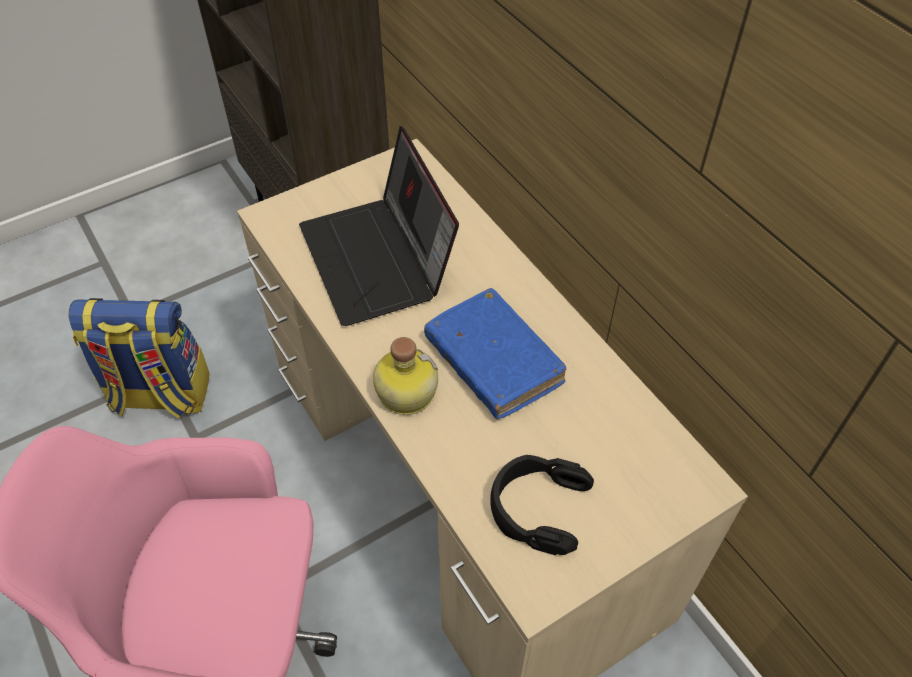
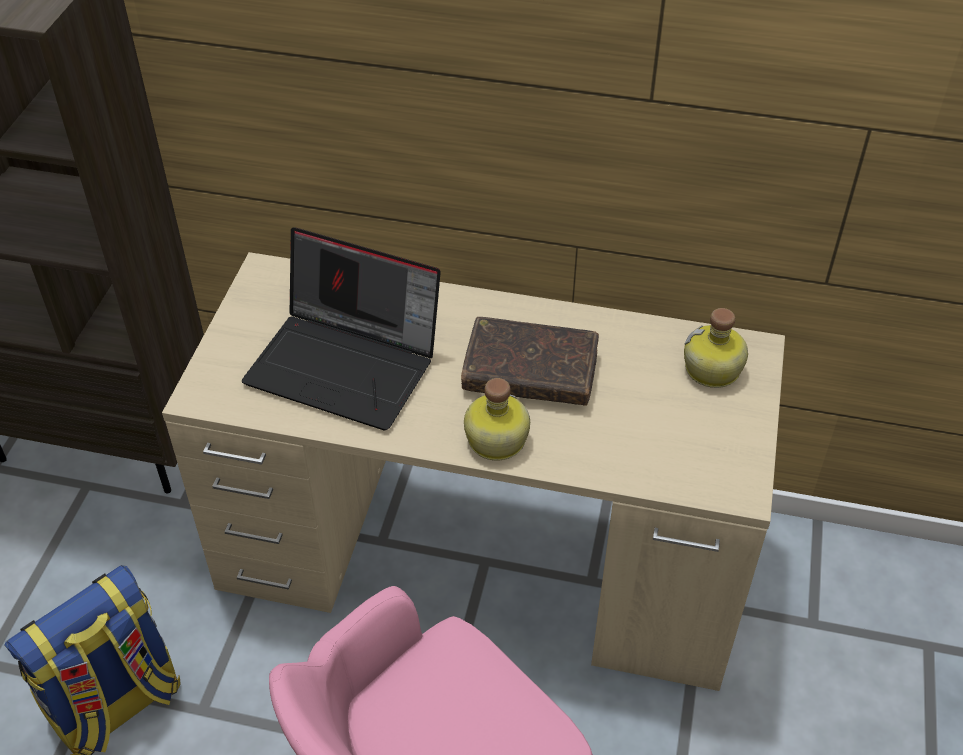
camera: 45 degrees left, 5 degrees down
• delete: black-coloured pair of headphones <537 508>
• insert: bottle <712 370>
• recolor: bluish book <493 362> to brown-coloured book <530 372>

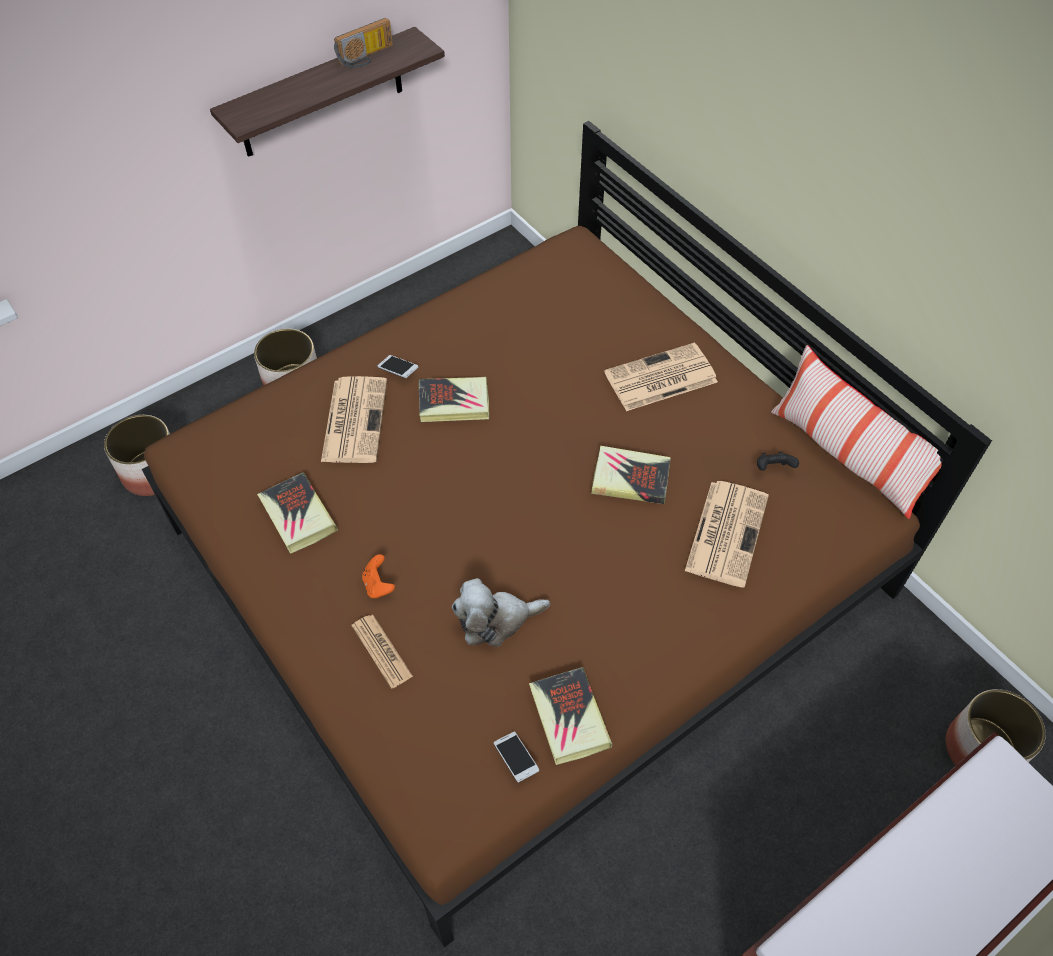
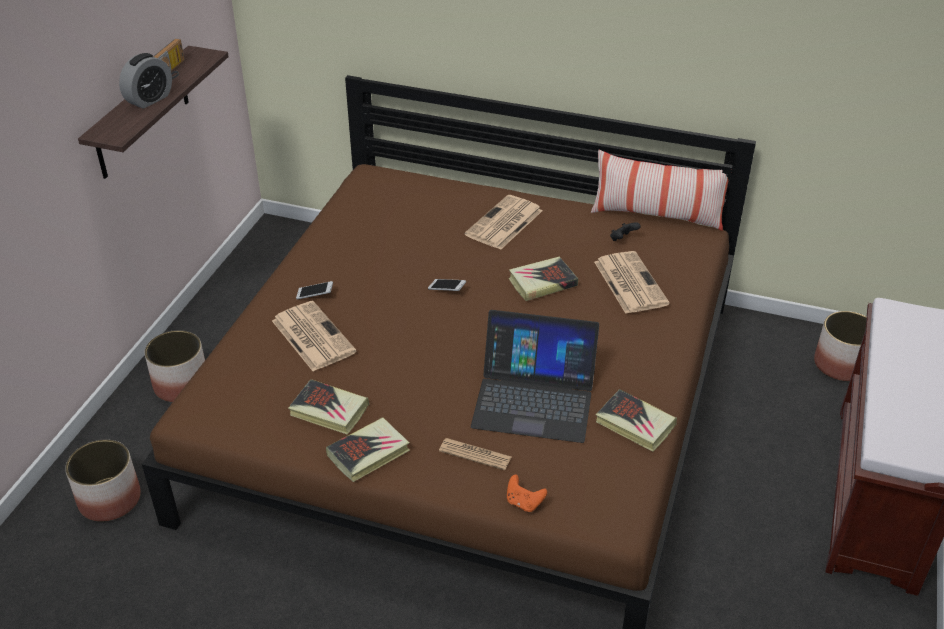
camera: 35 degrees left, 15 degrees down
• insert: bedside clock <149 99>
• move: orange joypad <378 585> to <524 503>
• move: book <454 403> to <368 453>
• move: phone <516 759> to <447 289>
• replace: plush toy <496 620> to portable computer <534 398>

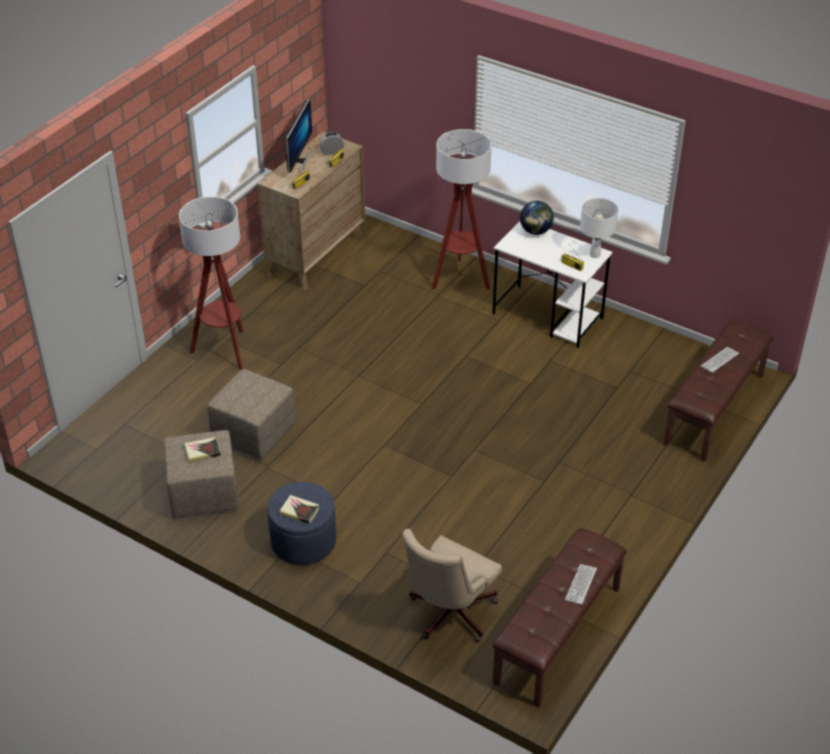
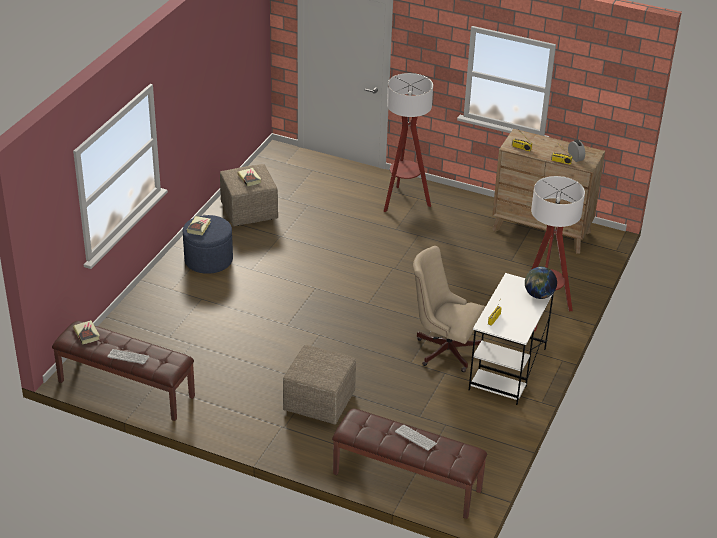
camera: 80 degrees right, 5 degrees down
• delete: computer display <299 160>
• delete: white-coloured tabletop lamp <595 254>
• insert: book <86 334>
• move: sand-coloured ottoman <254 434> to <318 402>
• move: sand-coloured computer chair <448 615> to <444 349>

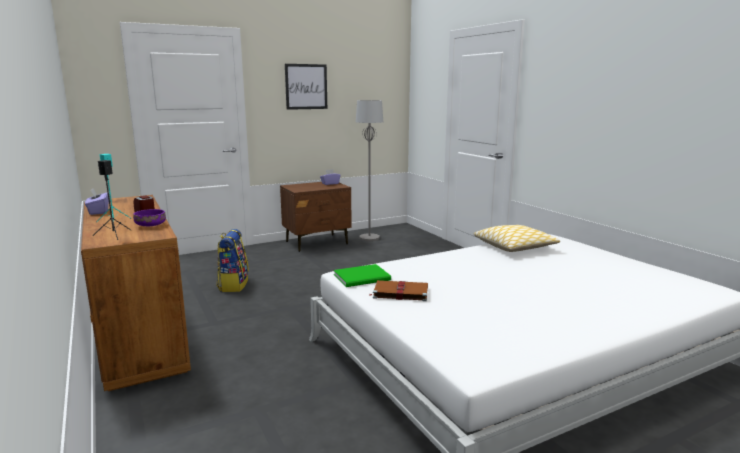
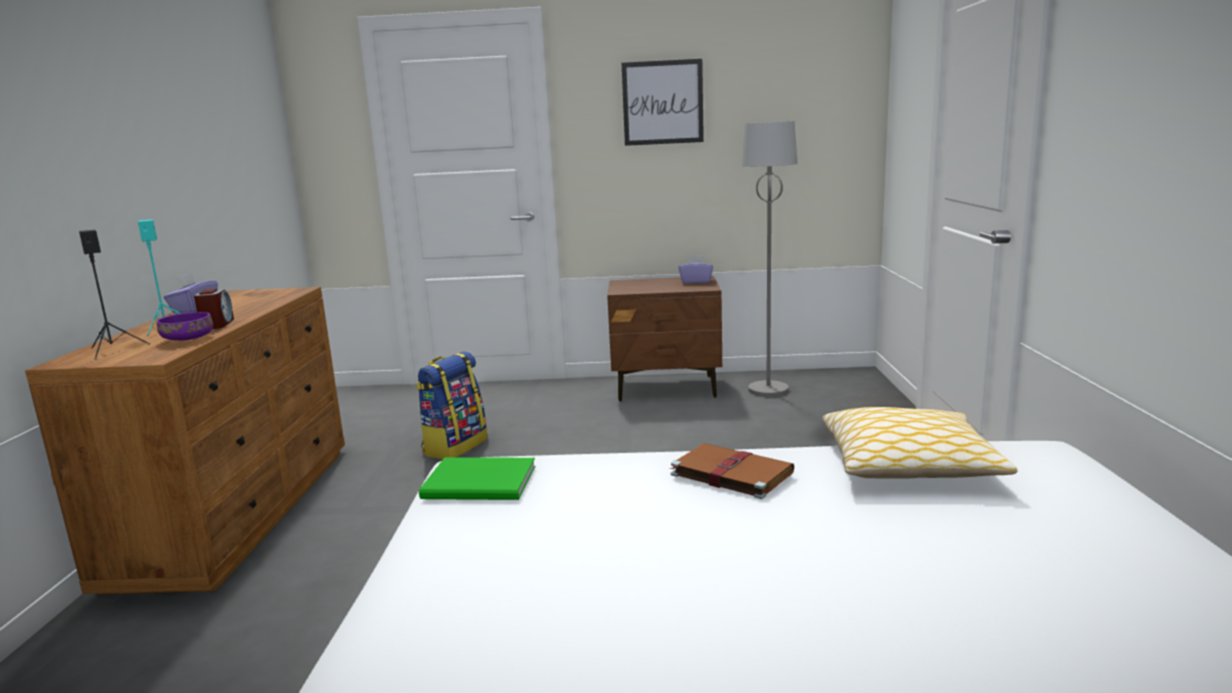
camera: 30 degrees right, 0 degrees up
• move: brown-coloured book <399 292> to <729 473>

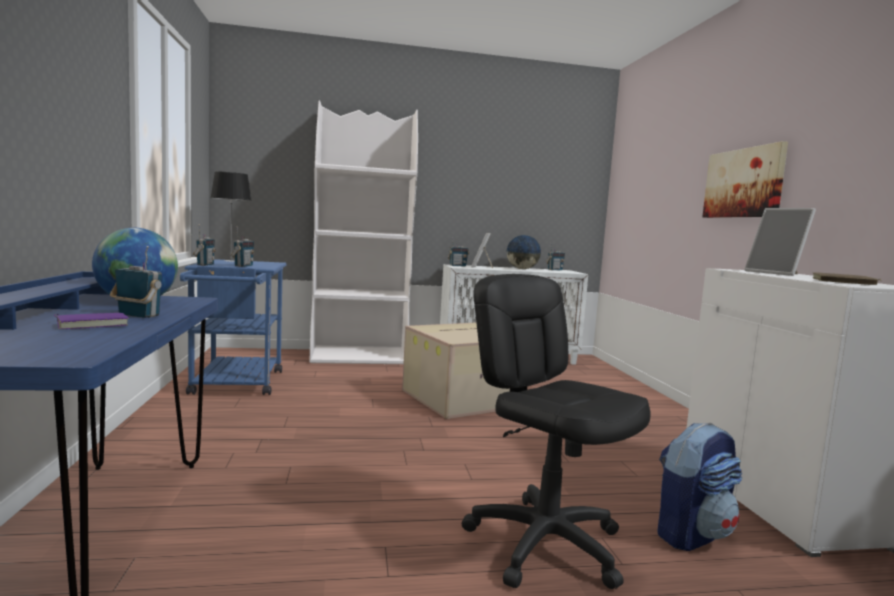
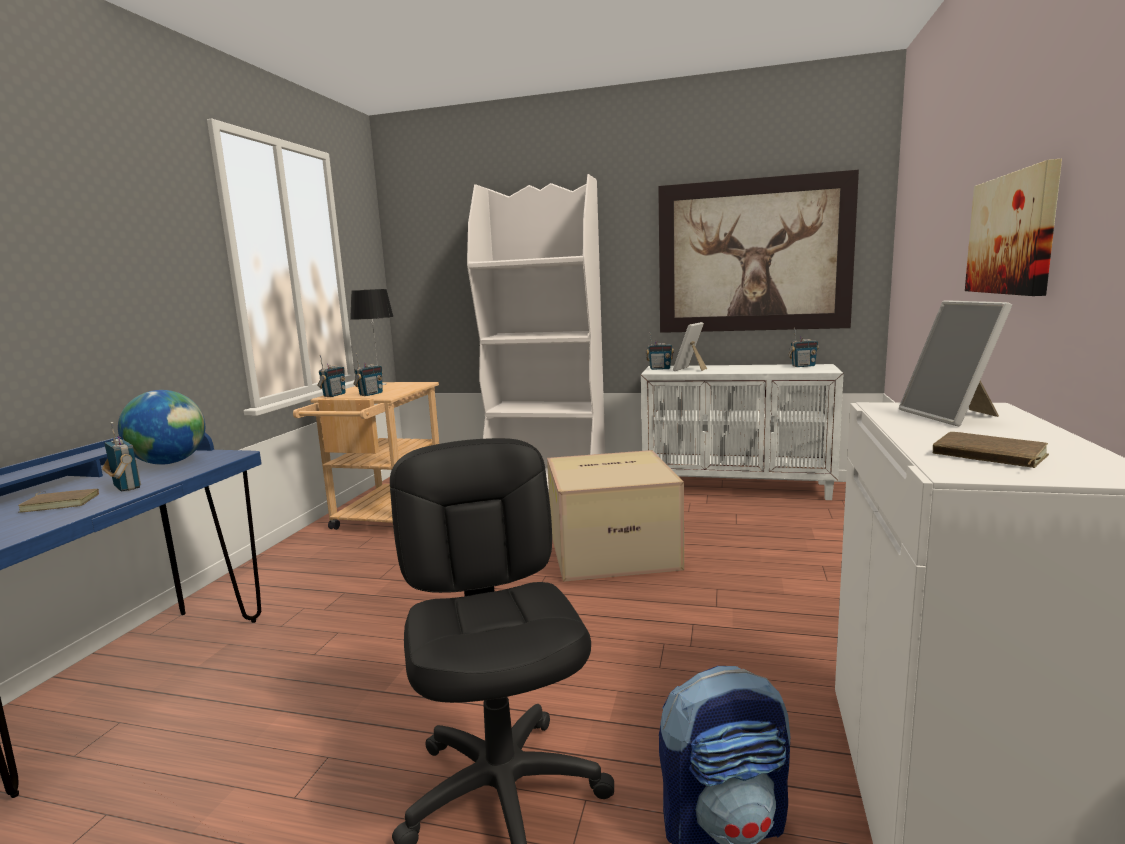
camera: 25 degrees right, 5 degrees up
• delete: globe <522 269>
• insert: wall art <753 256>
• recolor: purple book <93 324> to brown-coloured book <62 503>
• recolor: bluish cart <236 385> to sand-coloured cart <384 519>

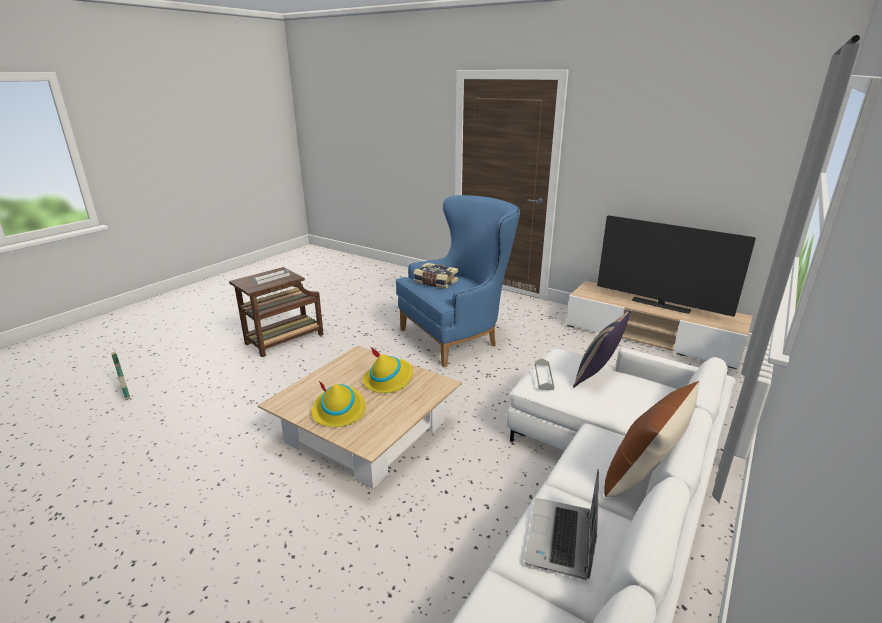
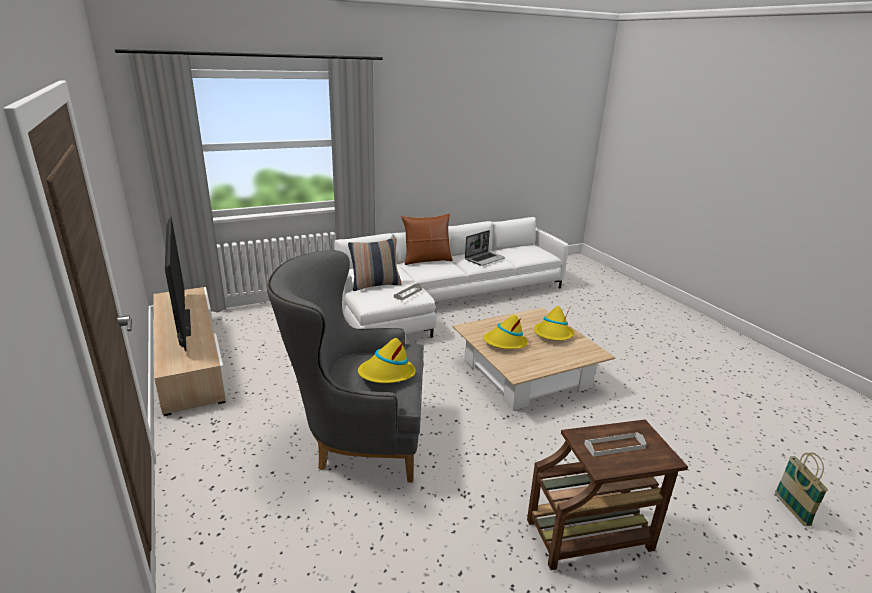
camera: 150 degrees left, 0 degrees up
• replace: book <435 282> to yellow wearable hat <386 374>
• recolor: bluish easy chair <458 337> to gray easy chair <357 437>

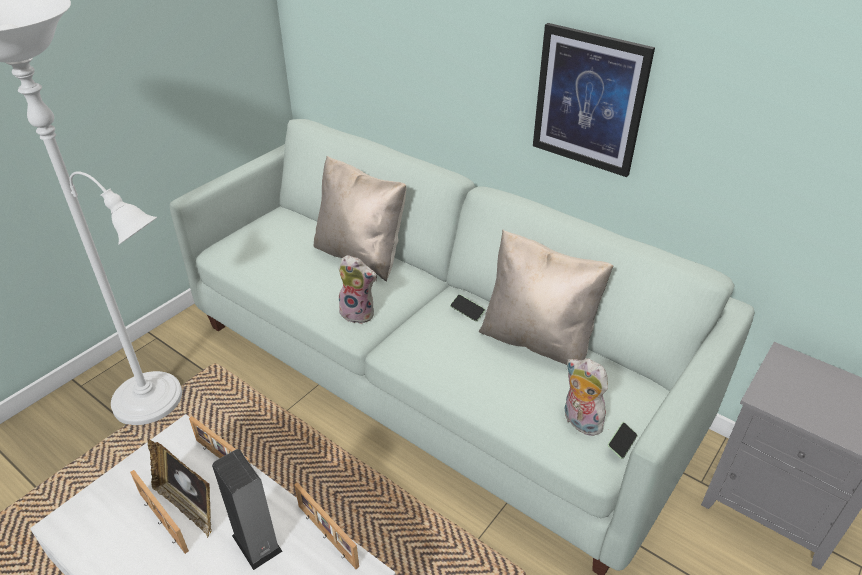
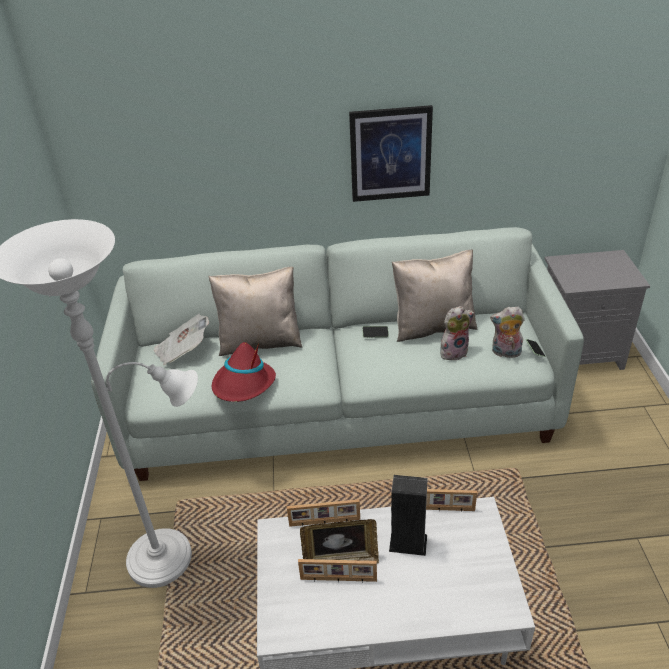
camera: 40 degrees left, 0 degrees up
• insert: newspaper <183 351>
• insert: red-coloured wearable hat <243 384>
• move: plush toy <359 313> to <454 351>

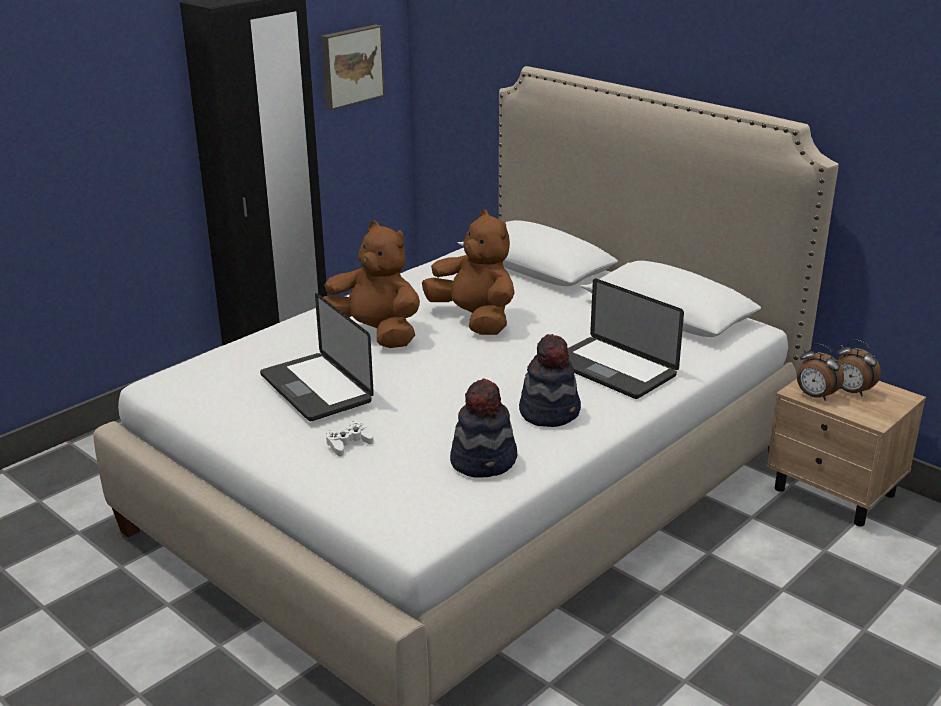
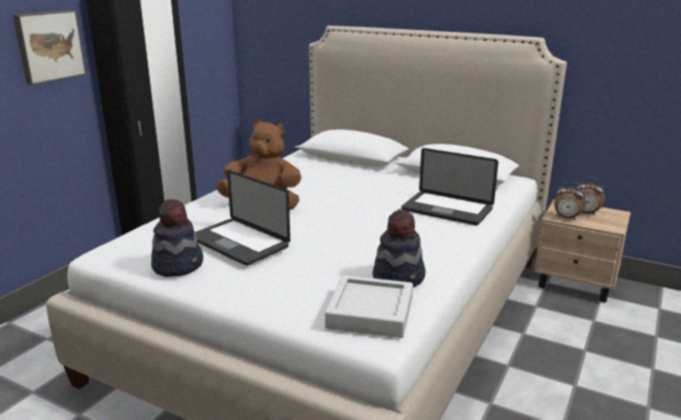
camera: 15 degrees left, 5 degrees down
• delete: white-coloured joypad <348 443>
• delete: brown-coloured plush toy <474 320>
• insert: gray tray <370 312>
• move: wall art <351 66> to <49 46>
• move: wearable hat <550 412> to <178 265>

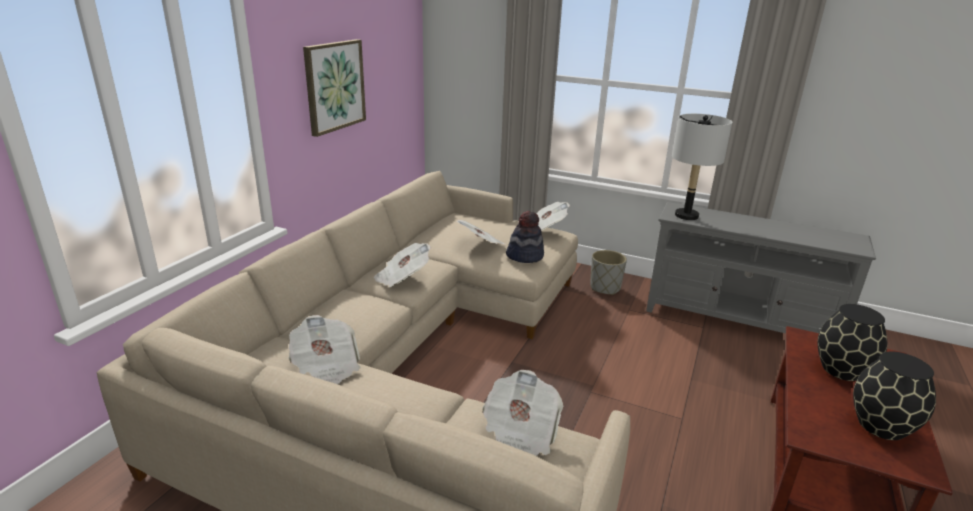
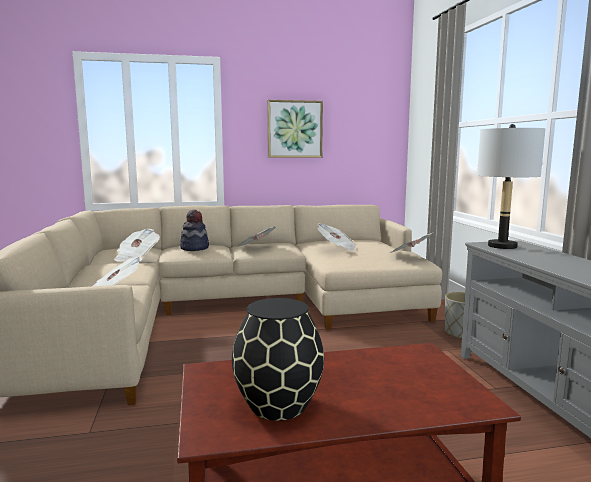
camera: 55 degrees right, 15 degrees down
• delete: black-coloured vase <842 370>
• move: wearable hat <525 256> to <195 248>

